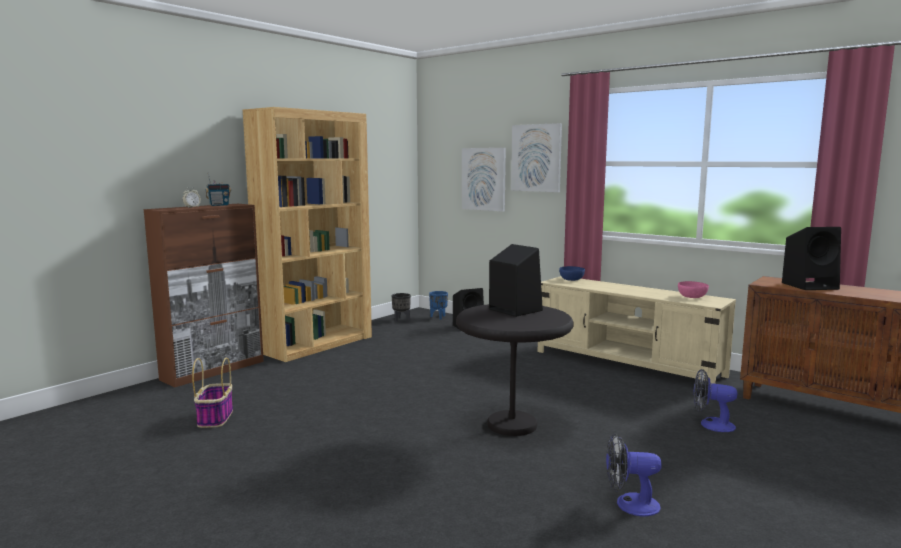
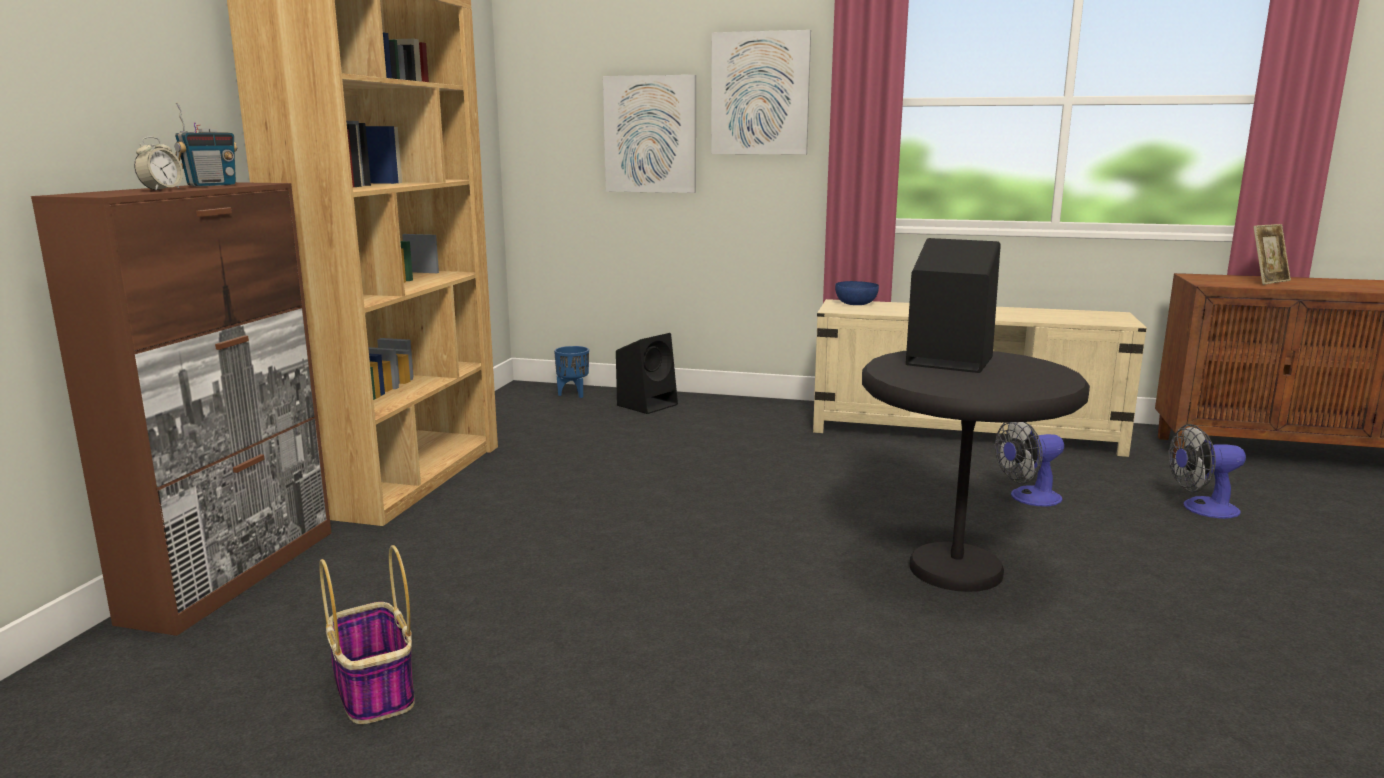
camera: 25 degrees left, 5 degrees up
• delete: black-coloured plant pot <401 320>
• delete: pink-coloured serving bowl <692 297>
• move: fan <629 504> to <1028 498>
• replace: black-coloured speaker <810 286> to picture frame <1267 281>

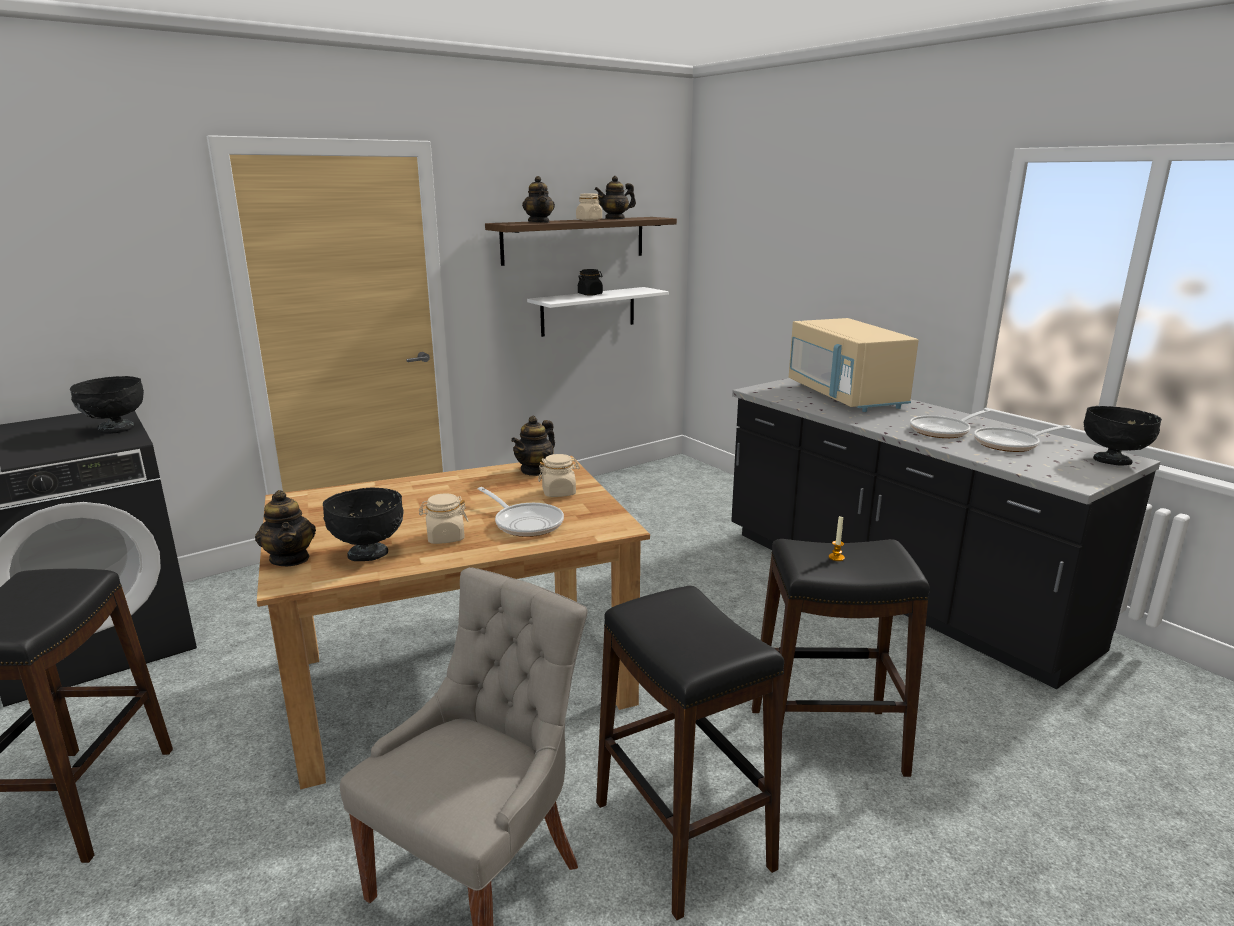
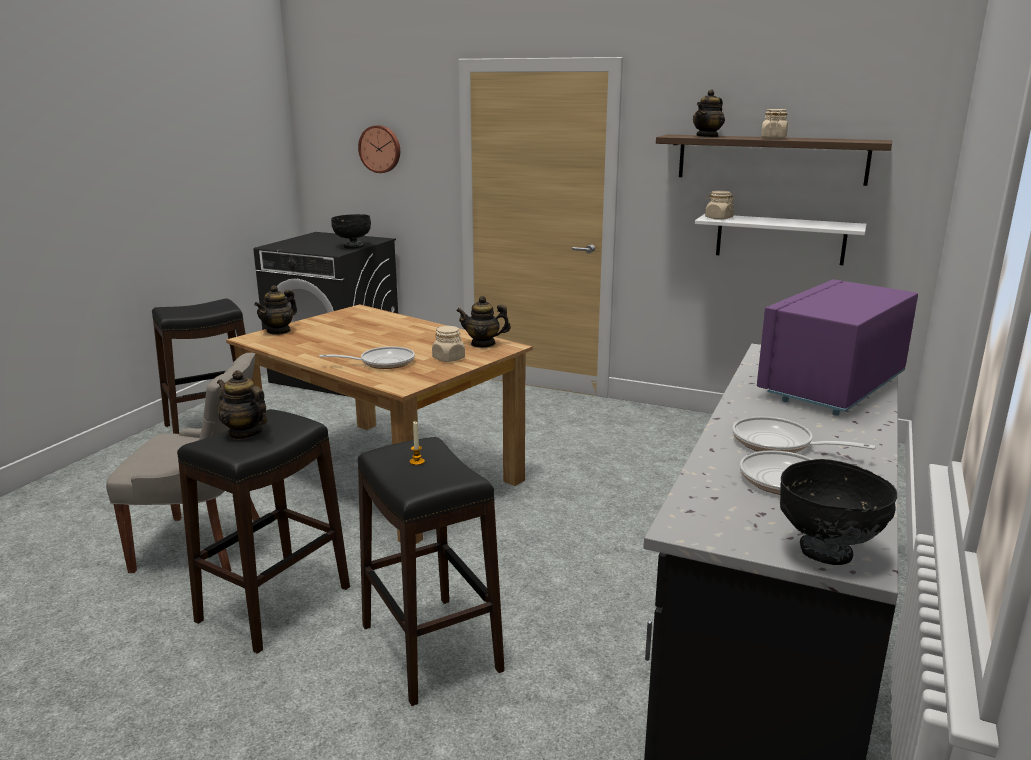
camera: 60 degrees right, 0 degrees up
• delete: black-coloured serving bowl <369 554>
• delete: black-coloured storage jar <590 294>
• insert: clock on the wall <380 149>
• move: sand-coloured storage jar <445 537> to <718 218>
• move: teapot <615 218> to <245 433>
• recolor: sand-coloured microwave oven <845 396> to purple microwave oven <830 386>
• rotate: frying pan <525 523> = <382 362> 120 degrees counterclockwise

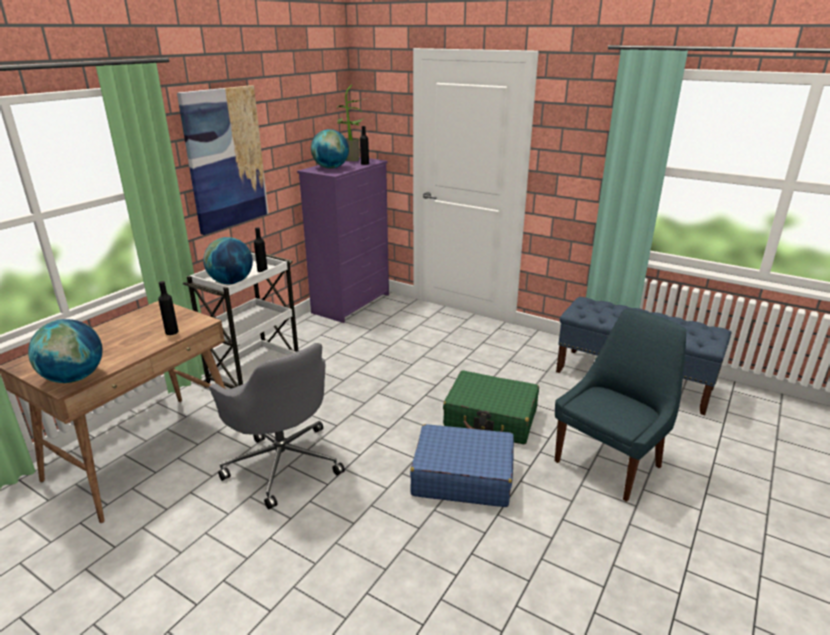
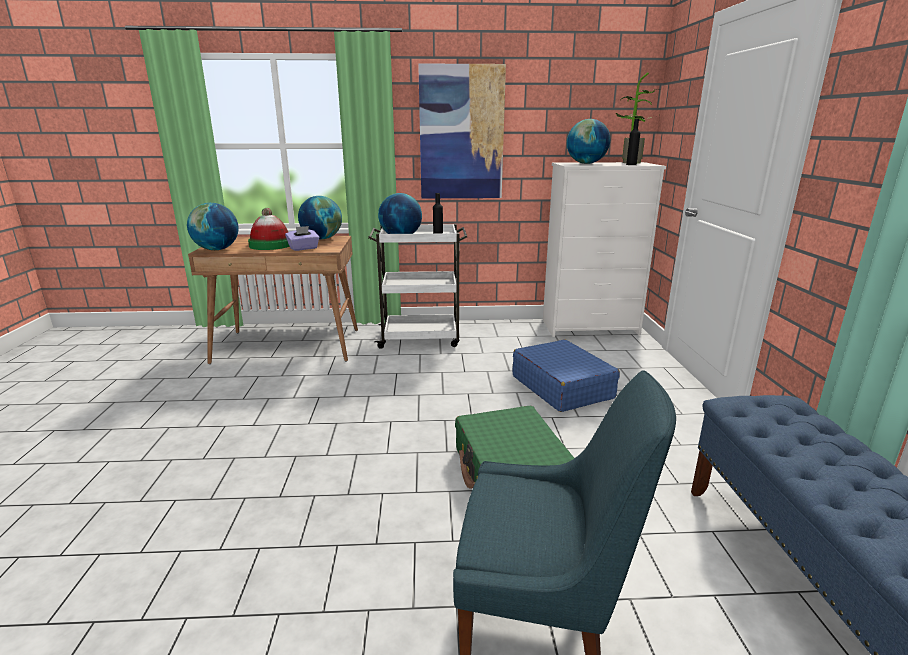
camera: 55 degrees right, 5 degrees down
• delete: gray computer chair <283 462>
• insert: wearable hat <271 245>
• insert: globe <322 238>
• move: bluish piece of luggage <462 477> to <561 387>
• replace: black-coloured bottle <172 332> to purple tissue holder <303 248>
• recolor: purple dresser <352 303> to white-coloured dresser <591 327>

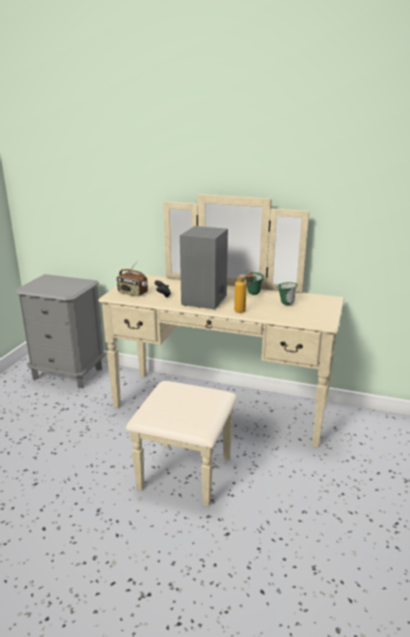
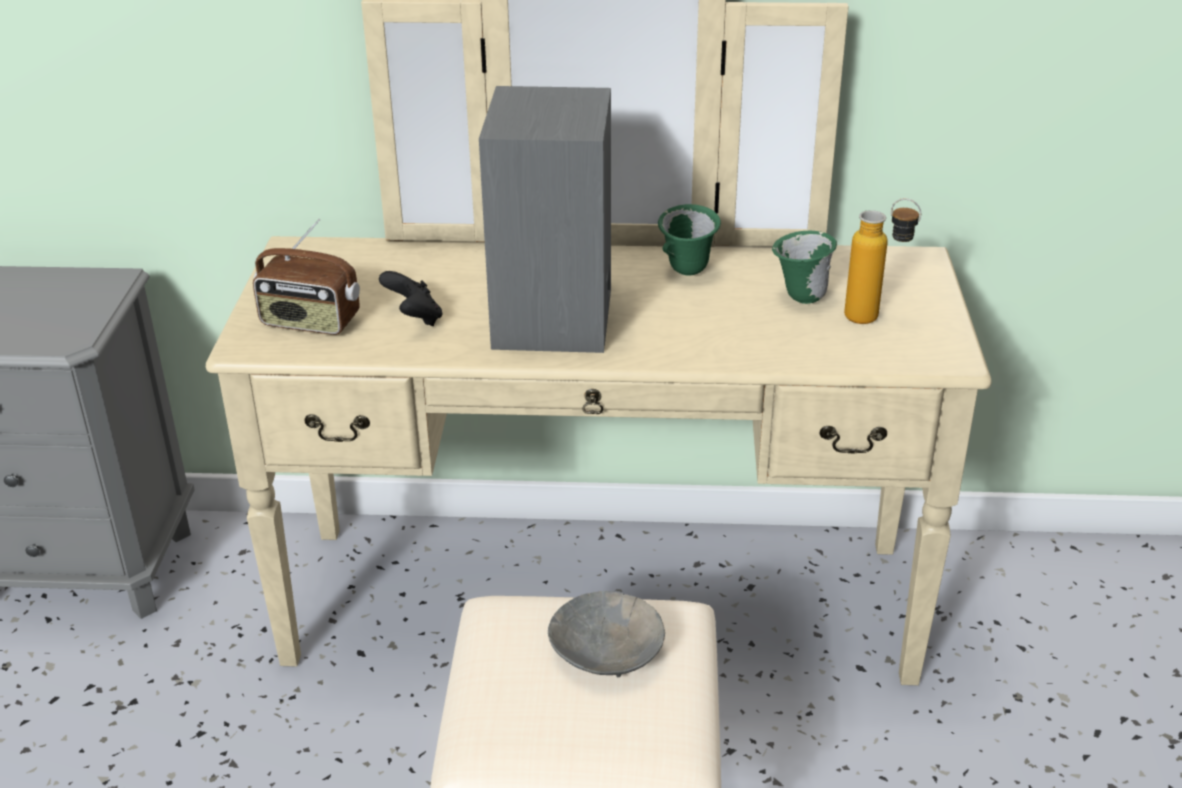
camera: 15 degrees left, 10 degrees up
• insert: gray serving bowl <607 650>
• move: bottle <243 312> to <874 320>

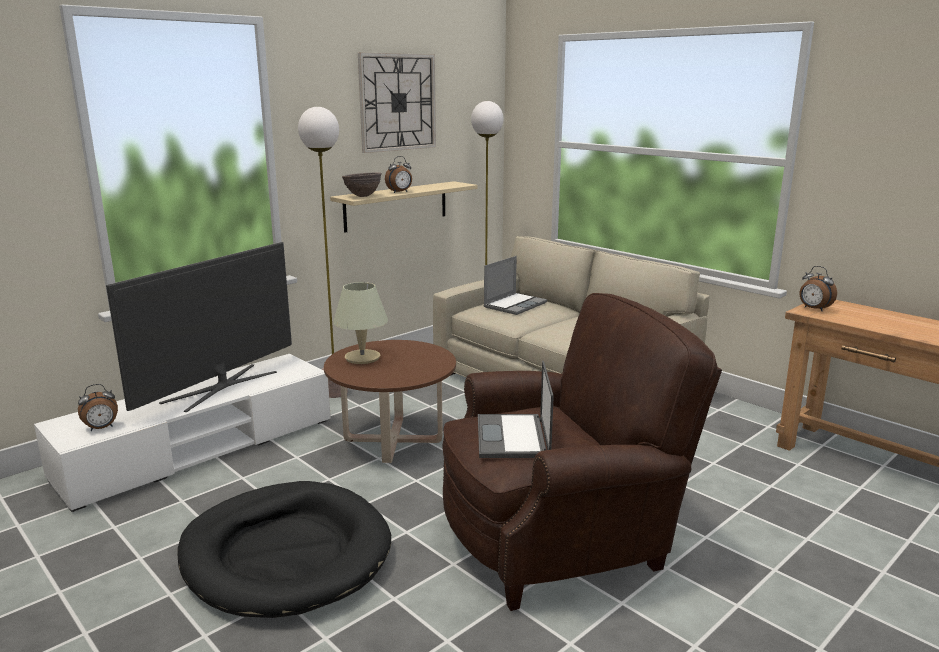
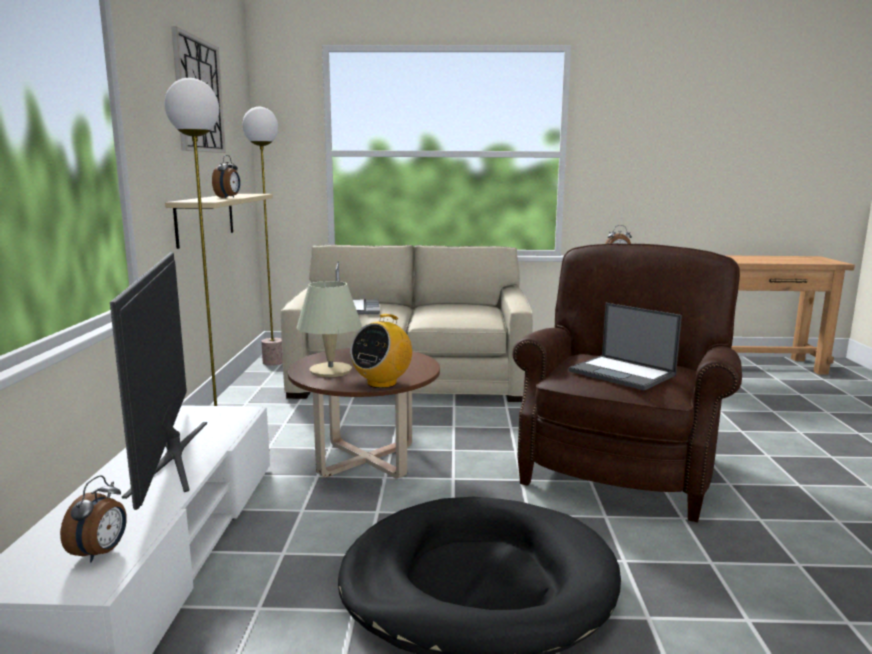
camera: 45 degrees left, 5 degrees down
• delete: brown-coloured serving bowl <362 196>
• insert: radio receiver <382 383>

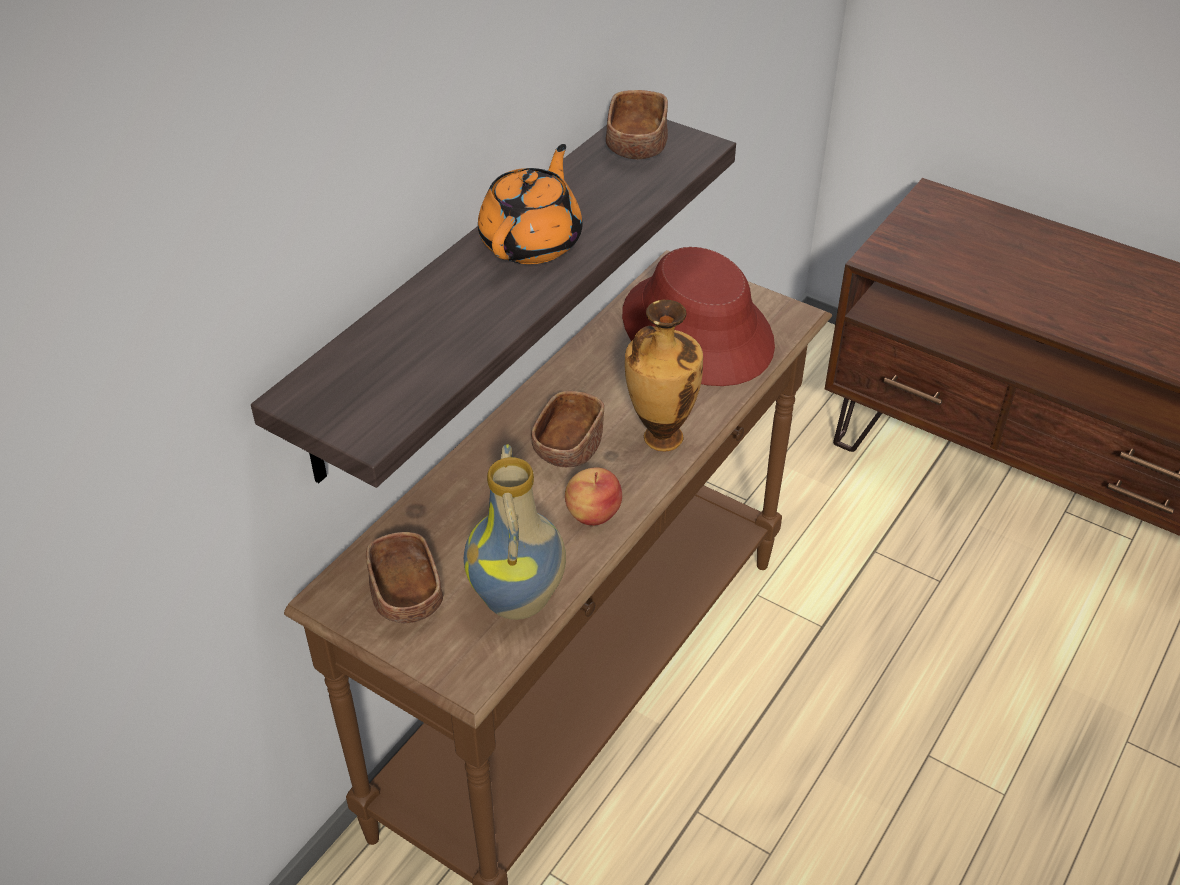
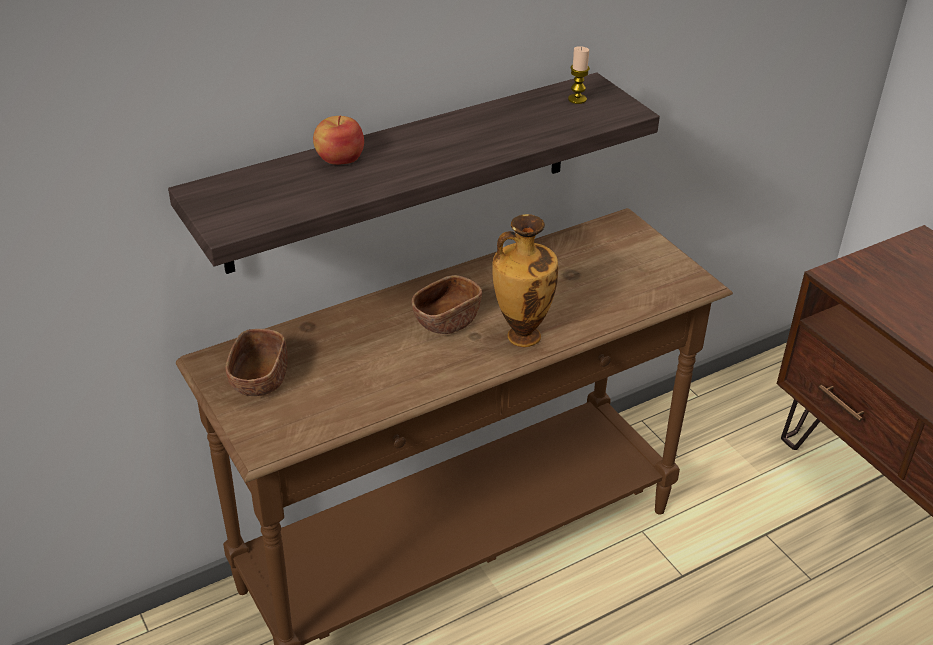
camera: 25 degrees right, 5 degrees down
• delete: vase <520 600>
• delete: orange teapot <532 242>
• delete: red-coloured wearable hat <698 330>
• move: apple <593 513> to <339 158>
• replace: brown-coloured serving bowl <636 146> to wax light <577 99>

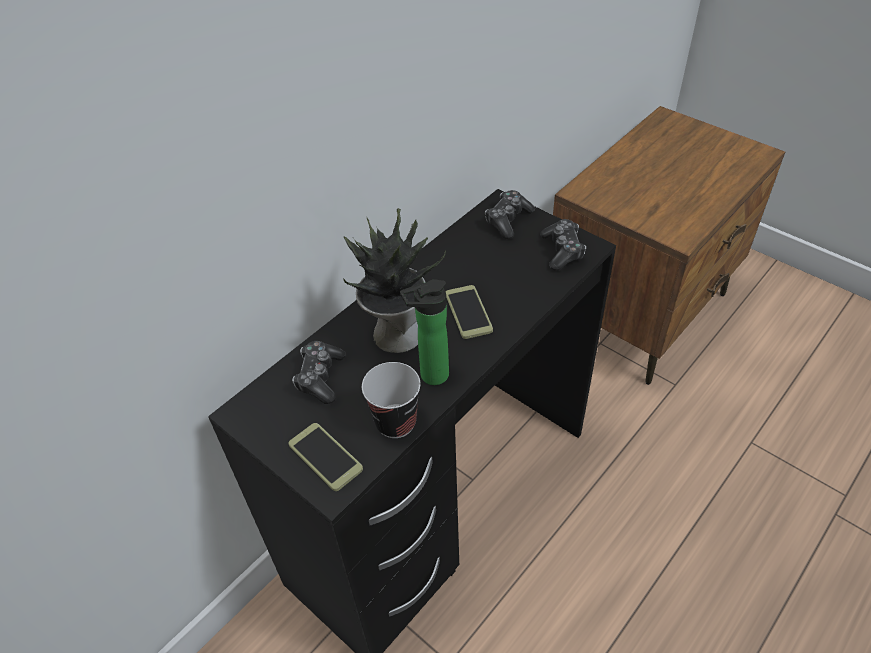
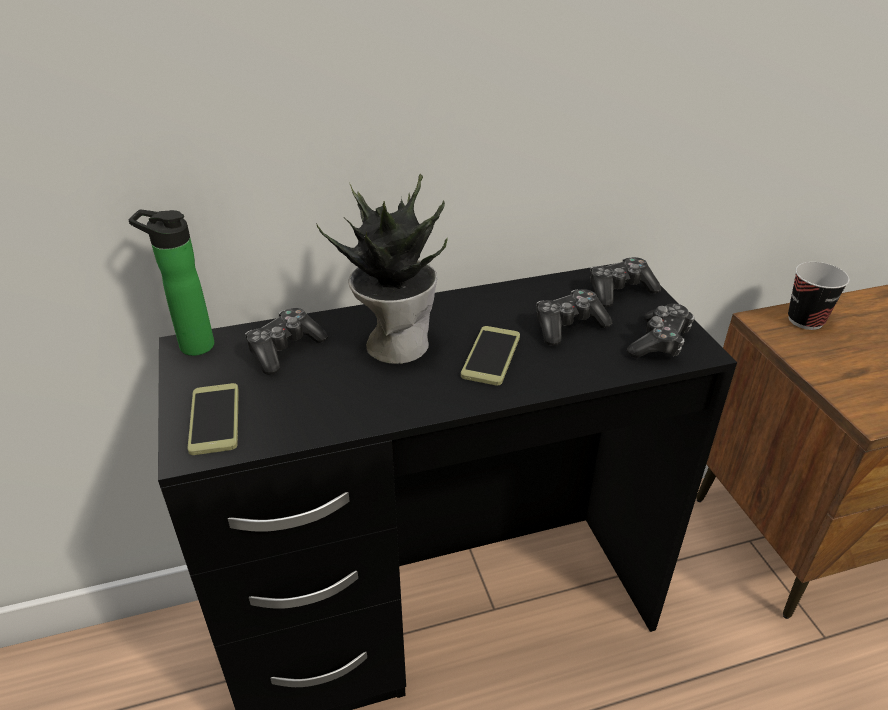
camera: 30 degrees right, 10 degrees down
• insert: joypad <568 326>
• move: small cup <396 422> to <805 320>
• move: bottle <430 376> to <191 345>

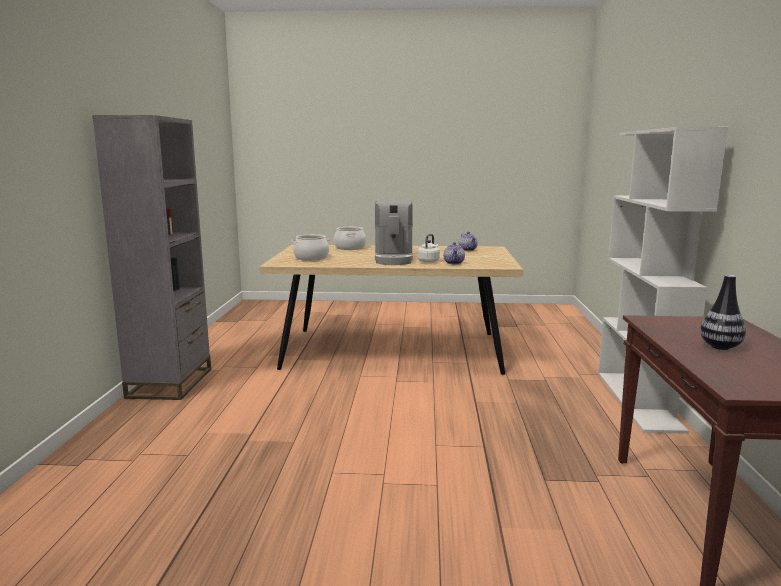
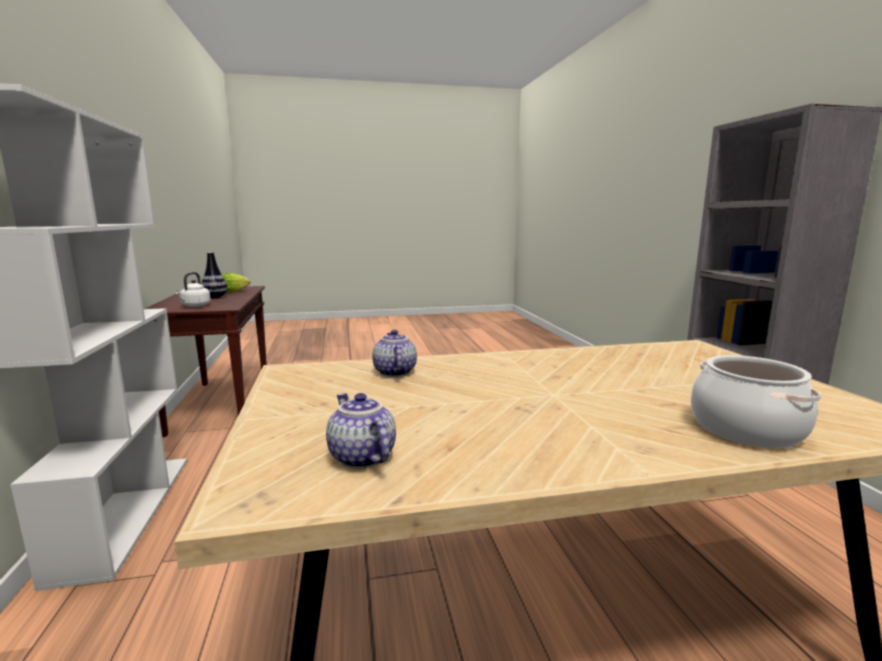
camera: 165 degrees right, 0 degrees up
• delete: stockpot <311 258>
• delete: coffee maker <393 259>
• insert: lettuce <234 292>
• move: white-coloured tea kettle <429 261> to <195 306>

